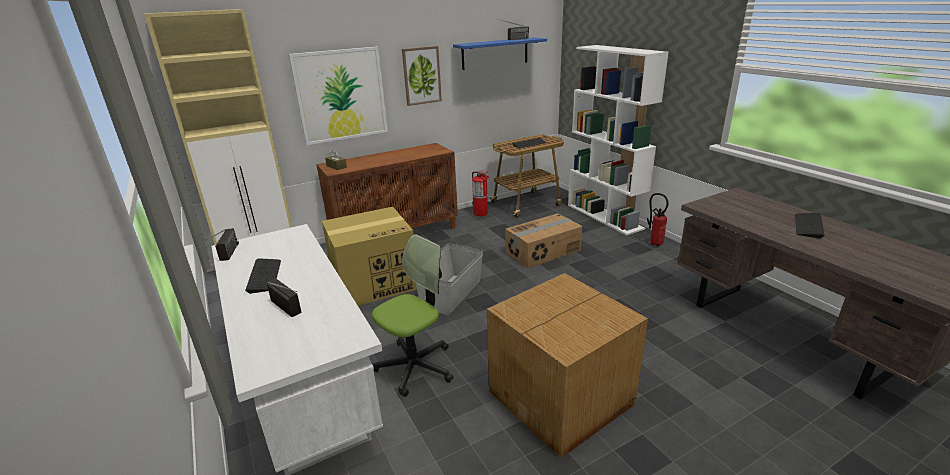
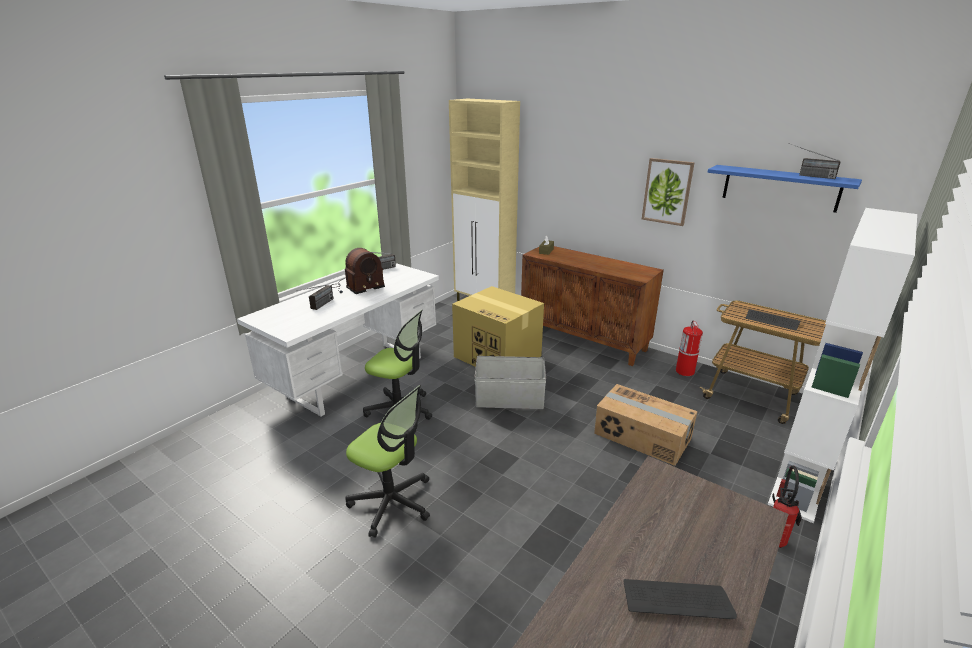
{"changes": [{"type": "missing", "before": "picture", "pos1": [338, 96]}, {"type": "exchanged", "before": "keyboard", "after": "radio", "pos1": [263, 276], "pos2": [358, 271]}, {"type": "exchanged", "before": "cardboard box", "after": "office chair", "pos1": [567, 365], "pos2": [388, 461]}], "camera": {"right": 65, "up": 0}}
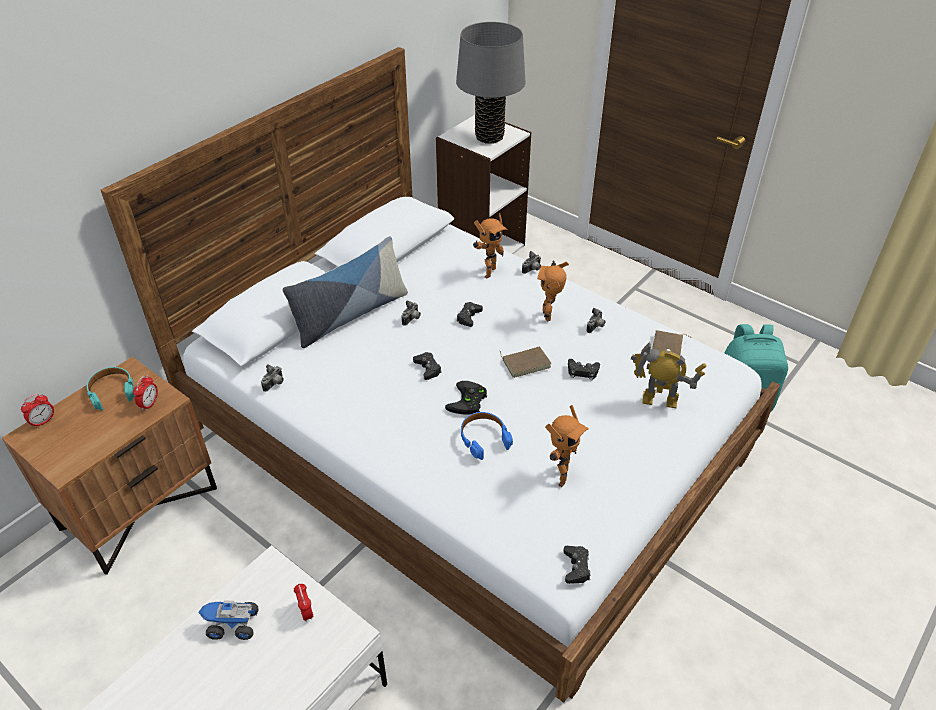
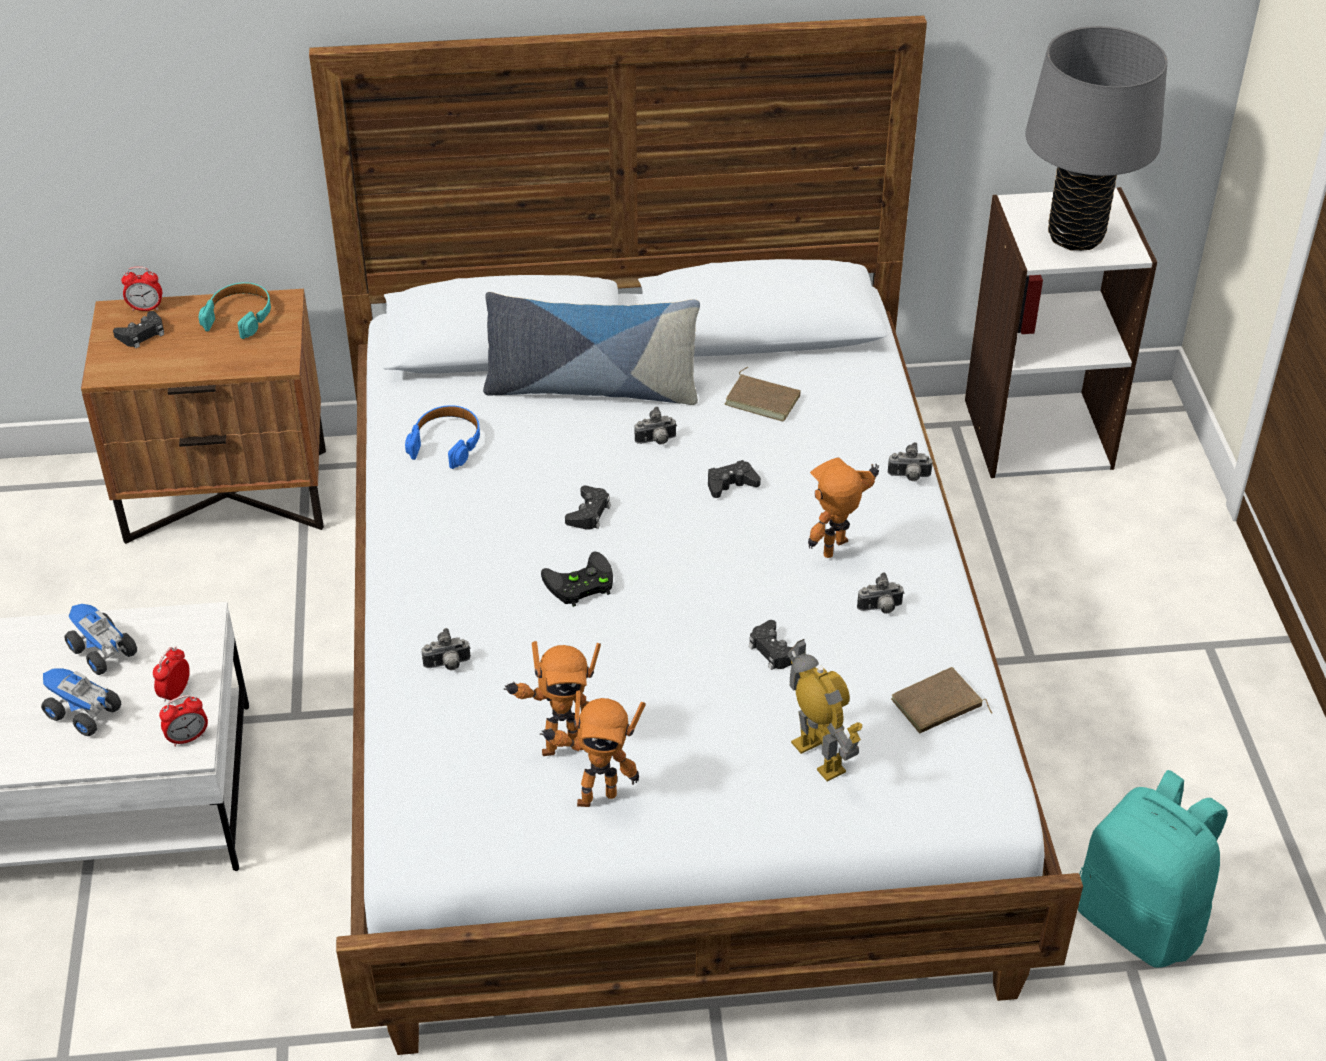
{"changes": [{"type": "relocated", "before": "toy robot", "pos1": [490, 245], "pos2": [593, 748]}, {"type": "relocated", "before": "brown book", "pos1": [525, 362], "pos2": [763, 394]}, {"type": "relocated", "before": "photo camera", "pos1": [272, 378], "pos2": [446, 649]}, {"type": "relocated", "before": "alarm clock", "pos1": [145, 393], "pos2": [183, 721]}, {"type": "relocated", "before": "blue headphones", "pos1": [487, 436], "pos2": [442, 437]}, {"type": "relocated", "before": "black game controller", "pos1": [576, 565], "pos2": [138, 329]}, {"type": "appeared", "after": "toy truck", "pos2": [81, 702]}], "camera": {"right": 45, "up": 0}}
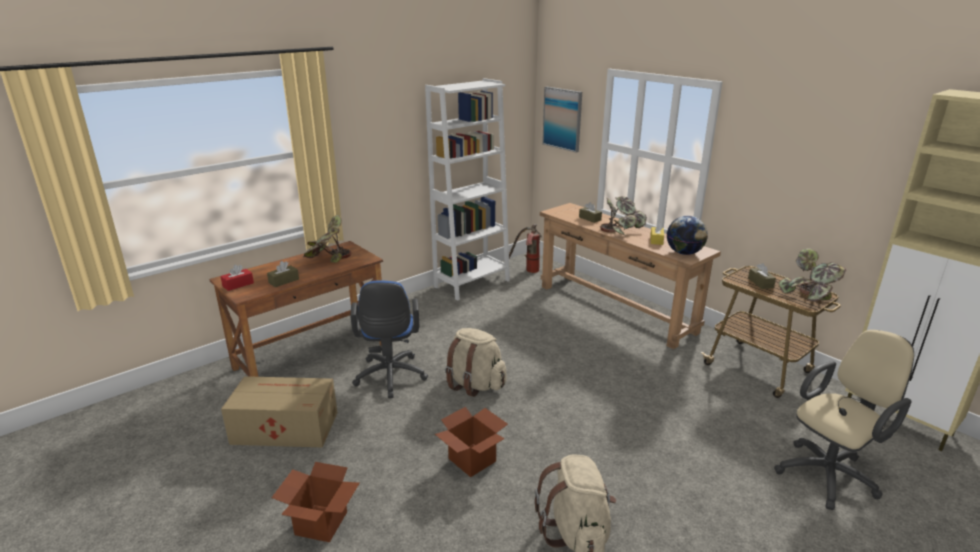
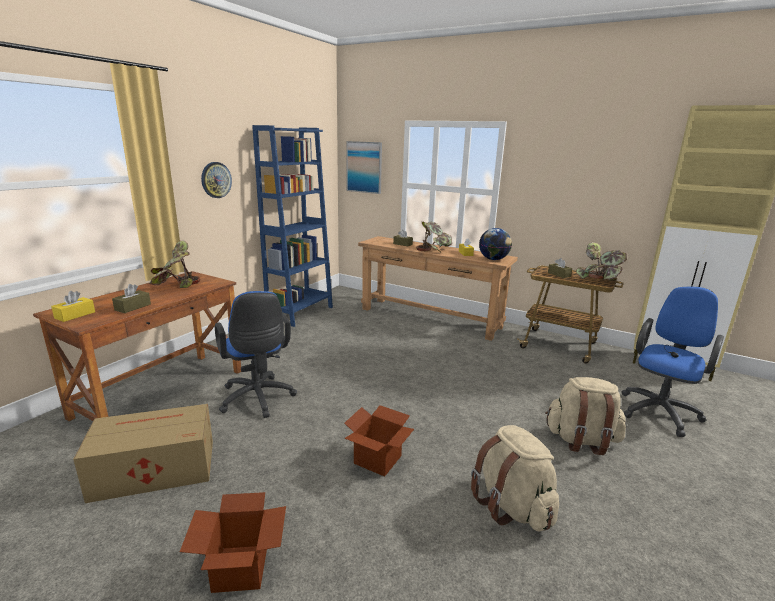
{"changes": [{"type": "colour", "before": "white bookcase", "after": "blue bookcase", "pos1": [467, 189], "pos2": [292, 226]}, {"type": "missing", "before": "fire extinguisher", "pos1": [525, 248]}, {"type": "colour", "before": "red tissue box", "after": "yellow tissue box", "pos1": [237, 277], "pos2": [73, 306]}, {"type": "relocated", "before": "beige backpack", "pos1": [476, 362], "pos2": [585, 416]}, {"type": "colour", "before": "beige office chair", "after": "blue office chair", "pos1": [844, 420], "pos2": [672, 362]}, {"type": "appeared", "after": "wall clock", "pos2": [216, 180]}], "camera": {"right": -20, "up": -5}}
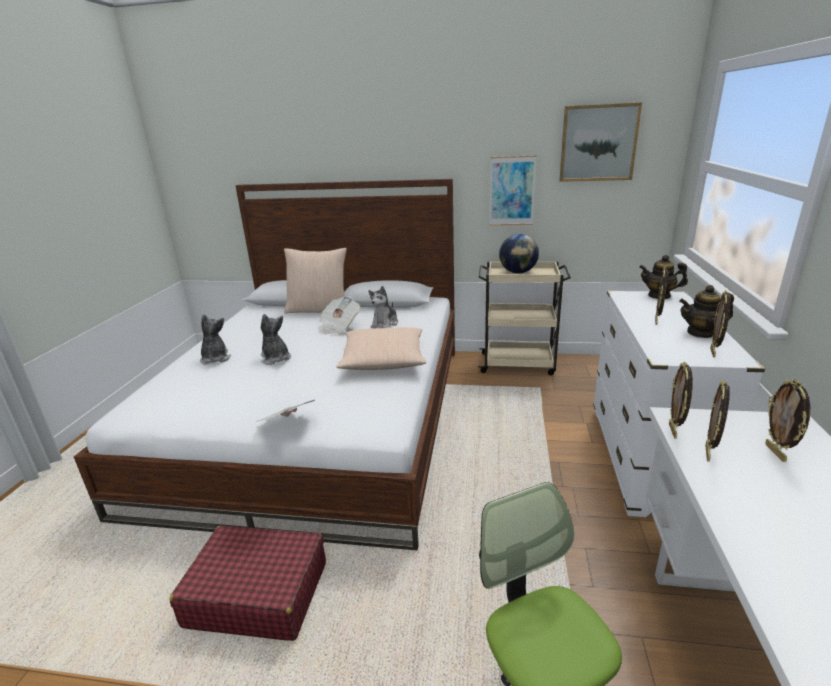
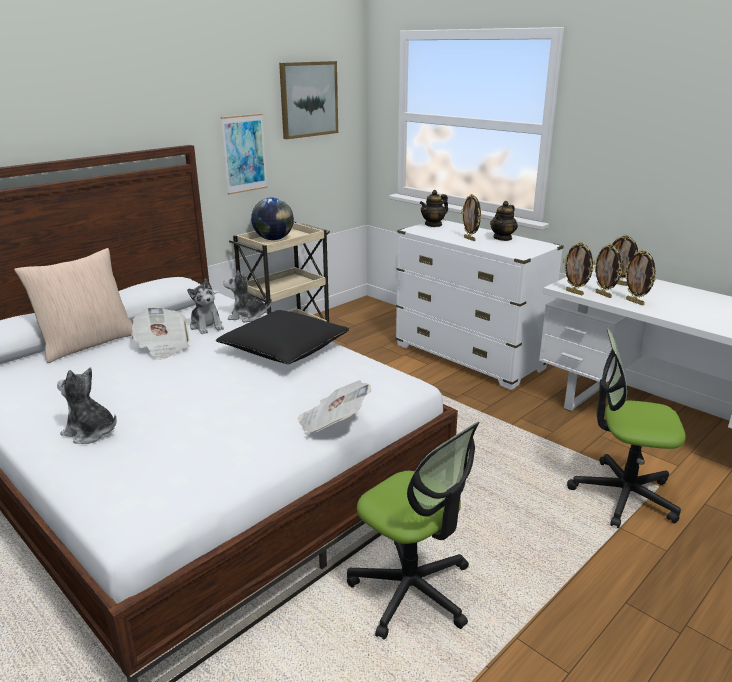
{"changes": [{"type": "relocated", "before": "picture frame", "pos1": [720, 324], "pos2": [640, 277]}, {"type": "relocated", "before": "plush toy", "pos1": [276, 339], "pos2": [247, 296]}, {"type": "colour", "before": "beige pillow", "after": "black pillow", "pos1": [381, 348], "pos2": [283, 337]}, {"type": "exchanged", "before": "red suitcase", "after": "office chair", "pos1": [248, 583], "pos2": [413, 531]}], "camera": {"right": -55, "up": 0}}
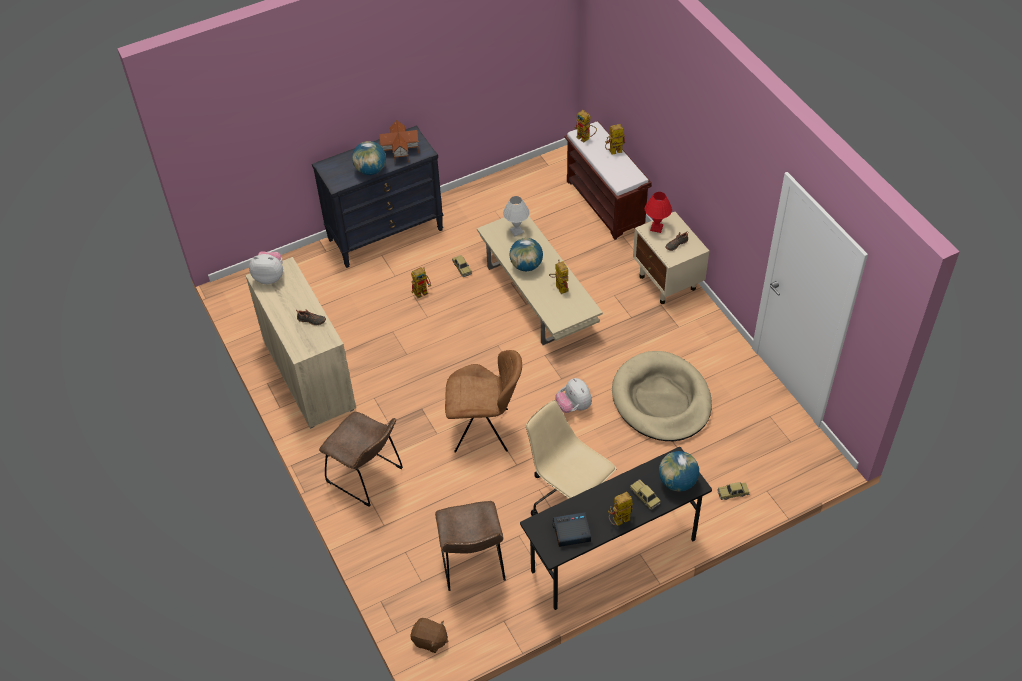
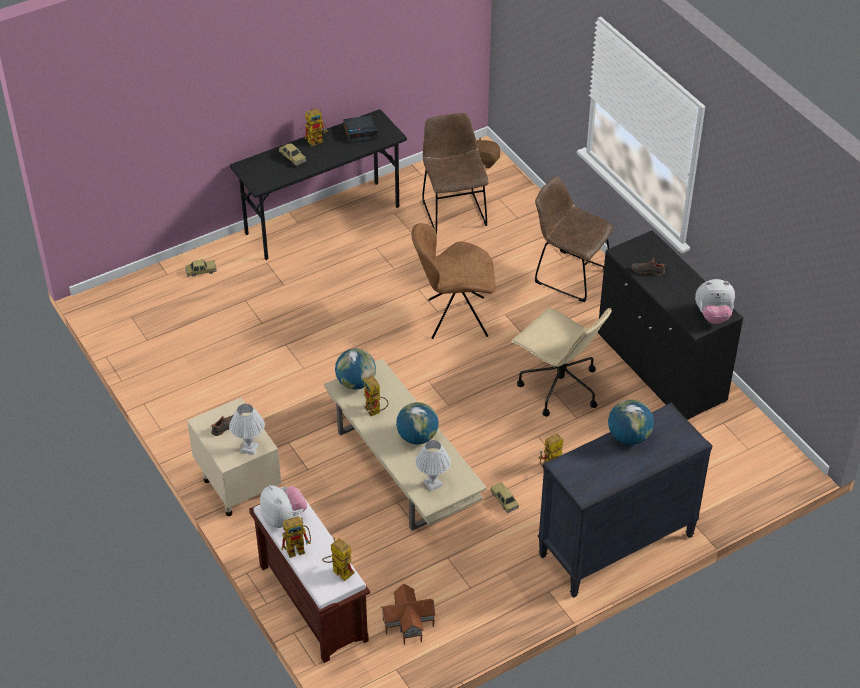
{"changes": [{"type": "relocated", "before": "toy house", "pos1": [399, 142], "pos2": [408, 614]}, {"type": "colour", "before": "red table lamp", "after": "white table lamp", "pos1": [658, 212], "pos2": [247, 429]}, {"type": "colour", "before": "beige cabinet", "after": "black cabinet", "pos1": [300, 342], "pos2": [670, 325]}, {"type": "missing", "before": "beige dog bed", "pos1": [662, 396]}, {"type": "relocated", "before": "plush toy", "pos1": [573, 395], "pos2": [283, 506]}, {"type": "relocated", "before": "beige office chair", "pos1": [571, 458], "pos2": [561, 362]}, {"type": "relocated", "before": "globe", "pos1": [679, 471], "pos2": [355, 369]}], "camera": {"right": 175, "up": -5}}
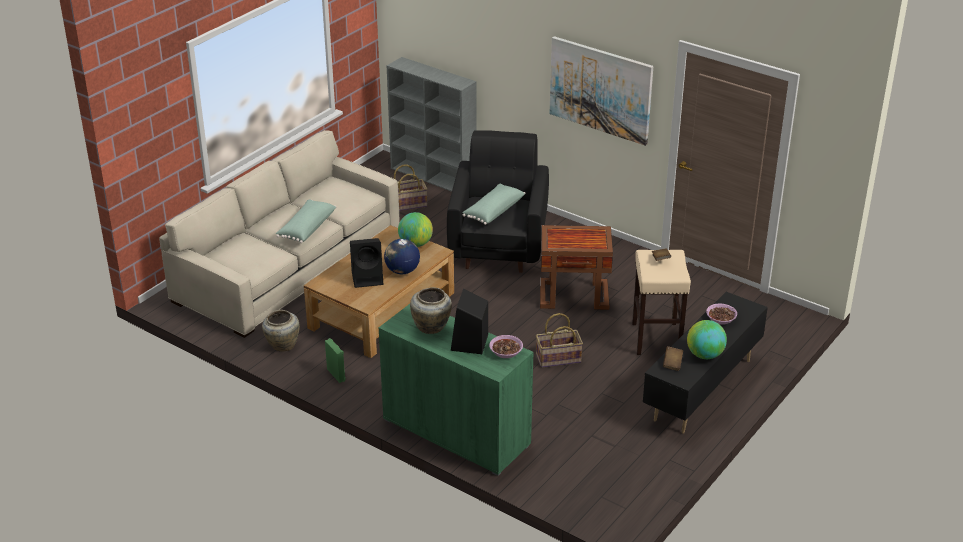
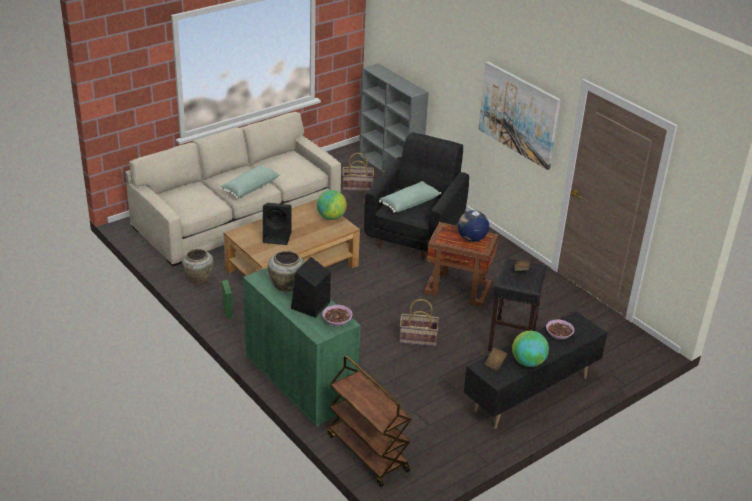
{"changes": [{"type": "relocated", "before": "globe", "pos1": [402, 256], "pos2": [473, 226]}, {"type": "colour", "before": "beige stool", "after": "black stool", "pos1": [661, 302], "pos2": [517, 304]}, {"type": "appeared", "after": "brown cart", "pos2": [369, 421]}], "camera": {"right": 15, "up": 0}}
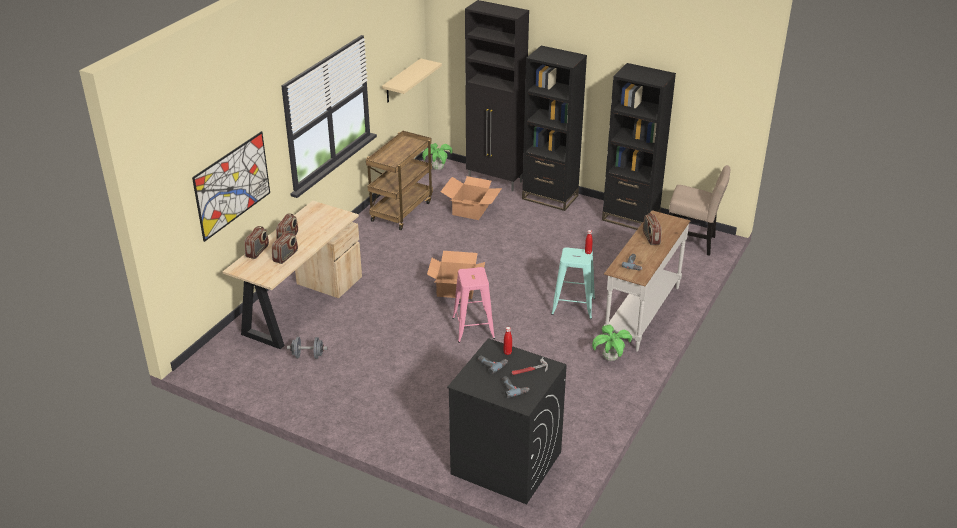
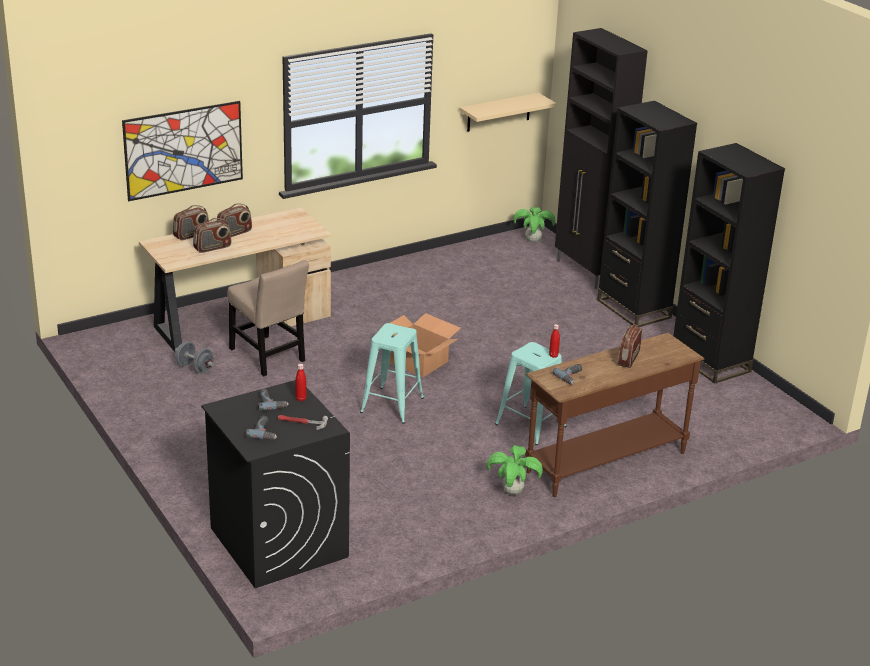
{"changes": [{"type": "missing", "before": "brown cart", "pos1": [399, 180]}, {"type": "relocated", "before": "beige chair", "pos1": [699, 210], "pos2": [268, 318]}, {"type": "missing", "before": "cardboard box", "pos1": [471, 198]}, {"type": "colour", "before": "white console table", "after": "brown console table", "pos1": [647, 281], "pos2": [615, 415]}, {"type": "colour", "before": "pink stool", "after": "turquoise stool", "pos1": [473, 305], "pos2": [392, 373]}], "camera": {"right": 30, "up": -5}}
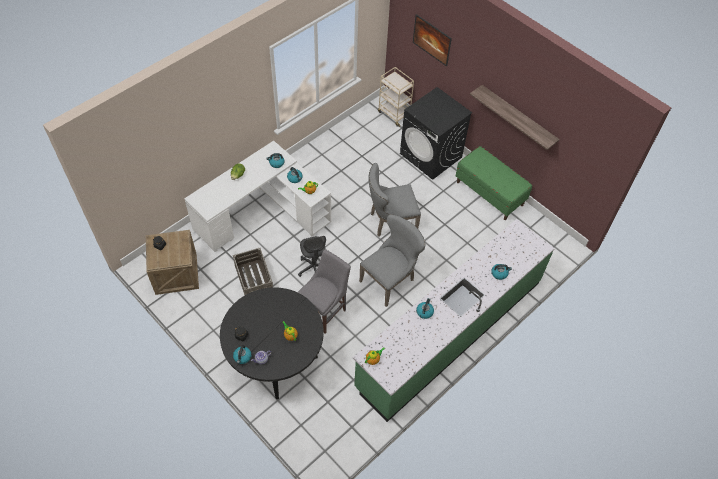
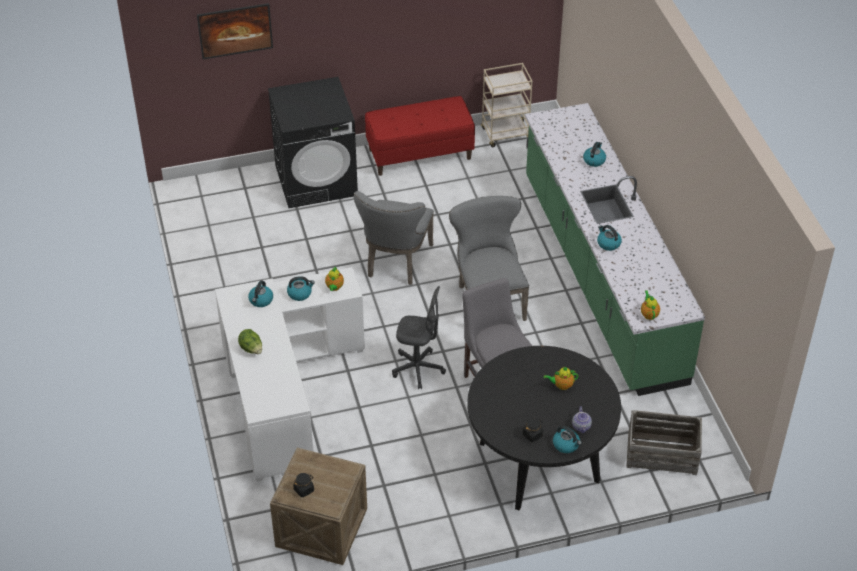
{"changes": [{"type": "relocated", "before": "beige cart", "pos1": [396, 97], "pos2": [506, 105]}, {"type": "missing", "before": "shelf", "pos1": [515, 117]}, {"type": "colour", "before": "green bench", "after": "red bench", "pos1": [494, 183], "pos2": [420, 136]}, {"type": "relocated", "before": "crate", "pos1": [253, 271], "pos2": [664, 442]}], "camera": {"right": -60, "up": -10}}
